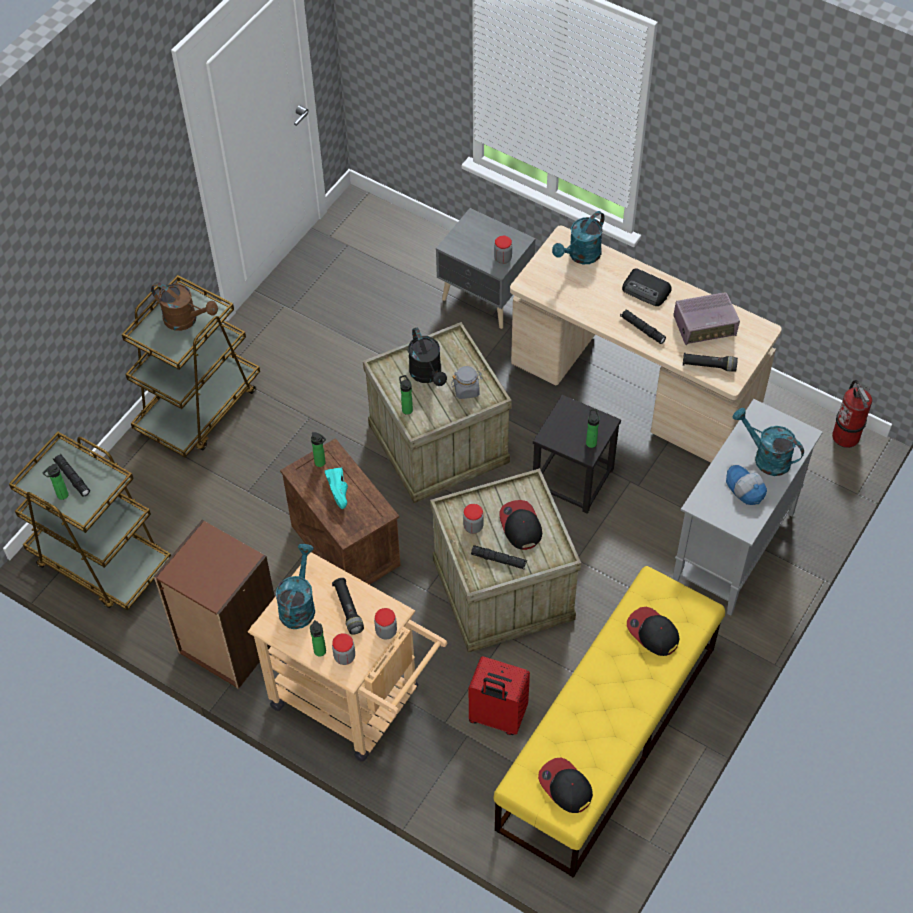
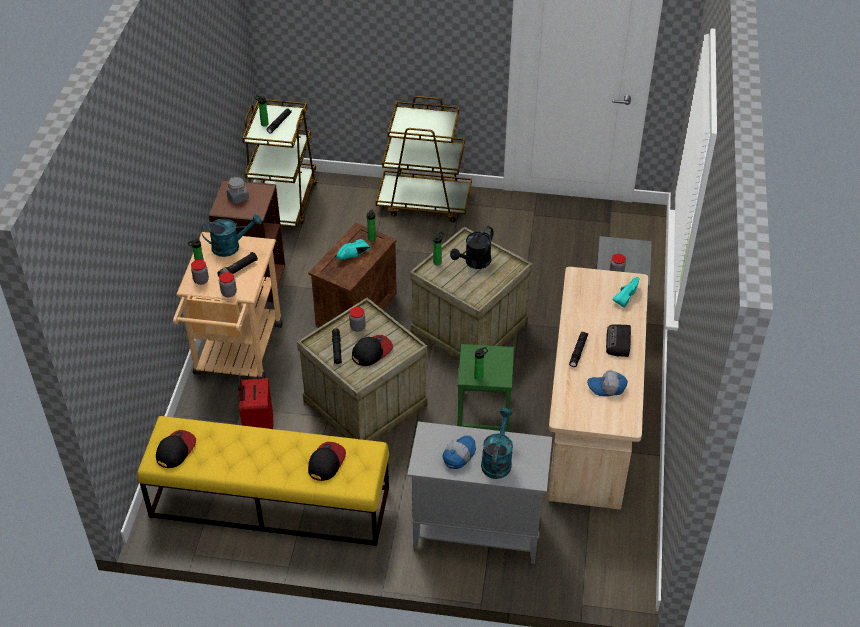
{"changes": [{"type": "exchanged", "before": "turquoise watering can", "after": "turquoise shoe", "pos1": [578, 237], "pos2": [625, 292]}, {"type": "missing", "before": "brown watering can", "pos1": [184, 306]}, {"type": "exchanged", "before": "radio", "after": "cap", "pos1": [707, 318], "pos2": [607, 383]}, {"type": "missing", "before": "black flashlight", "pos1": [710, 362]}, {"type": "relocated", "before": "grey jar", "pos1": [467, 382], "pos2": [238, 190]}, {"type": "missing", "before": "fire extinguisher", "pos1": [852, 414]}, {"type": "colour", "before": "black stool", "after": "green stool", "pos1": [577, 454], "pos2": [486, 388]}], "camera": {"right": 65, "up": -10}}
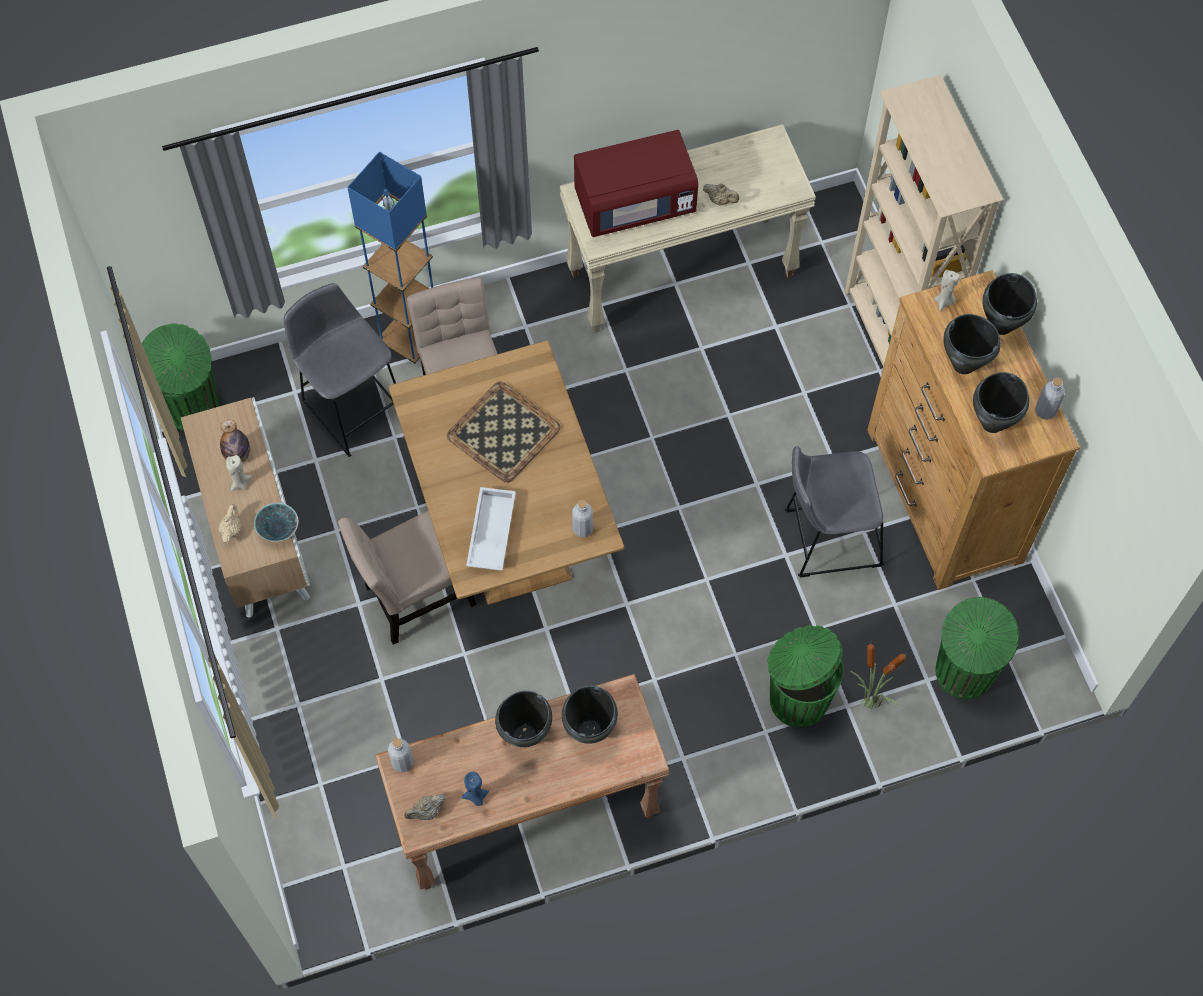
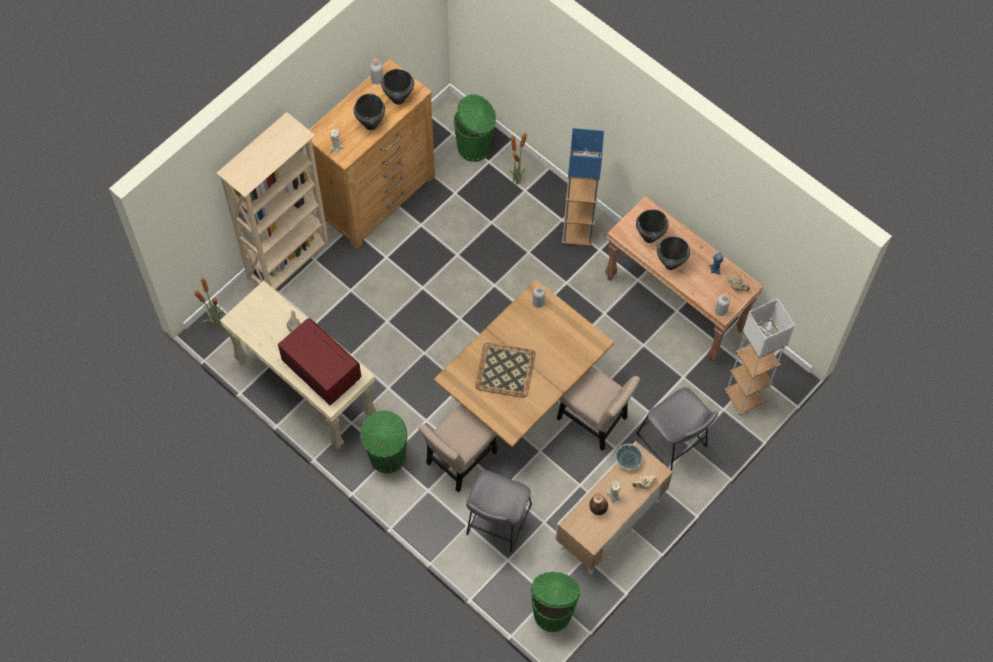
{"changes": [{"type": "relocated", "before": "blue floor lamp", "pos1": [390, 258], "pos2": [583, 187]}, {"type": "missing", "before": "black cooking pot", "pos1": [1009, 304]}, {"type": "relocated", "before": "grey stool", "pos1": [834, 512], "pos2": [677, 429]}, {"type": "missing", "before": "white tray", "pos1": [491, 529]}, {"type": "relocated", "before": "green trash can", "pos1": [805, 676], "pos2": [383, 442]}, {"type": "appeared", "after": "potted plant", "pos2": [209, 303]}, {"type": "appeared", "after": "white floor lamp", "pos2": [759, 357]}], "camera": {"right": -120, "up": 0}}
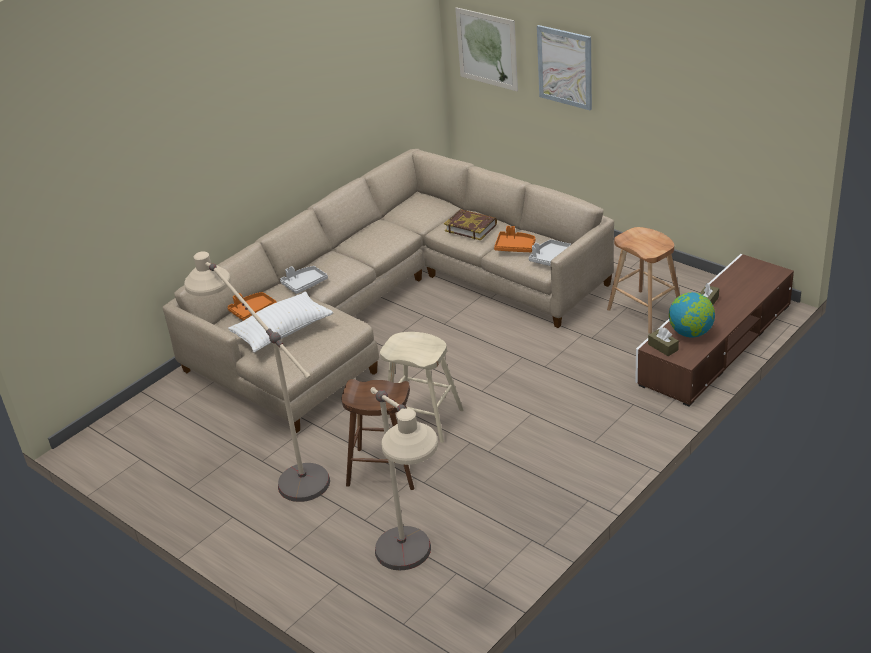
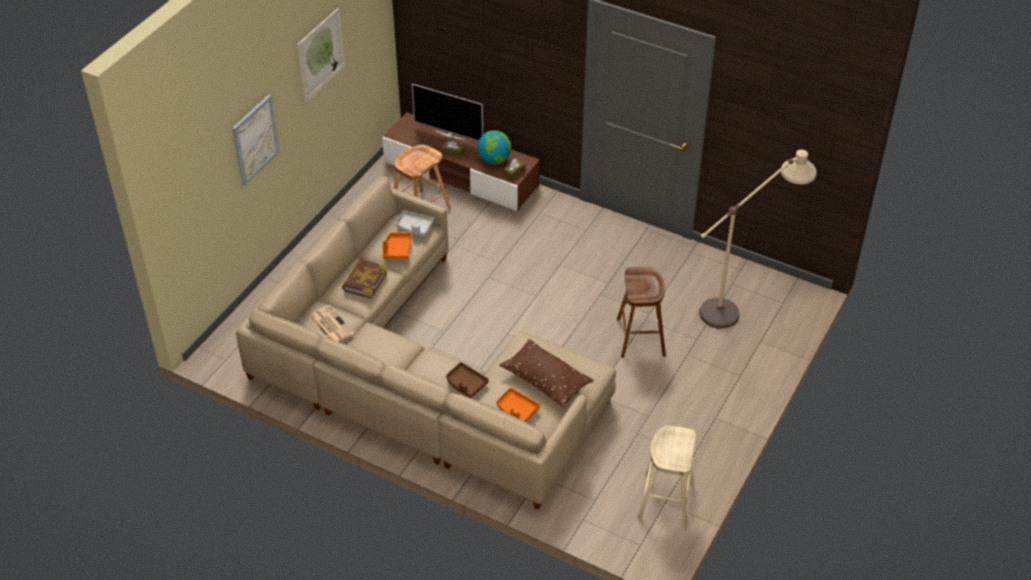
{"changes": [{"type": "relocated", "before": "picture", "pos1": [486, 49], "pos2": [321, 56]}, {"type": "missing", "before": "beige floor lamp", "pos1": [257, 376]}, {"type": "colour", "before": "grey tray", "after": "brown tray", "pos1": [304, 280], "pos2": [467, 380]}, {"type": "colour", "before": "white pillow", "after": "brown pillow", "pos1": [280, 322], "pos2": [547, 373]}, {"type": "relocated", "before": "beige stool", "pos1": [421, 387], "pos2": [666, 476]}, {"type": "appeared", "after": "television", "pos2": [447, 112]}, {"type": "appeared", "after": "newspaper", "pos2": [331, 323]}], "camera": {"right": -105, "up": 10}}
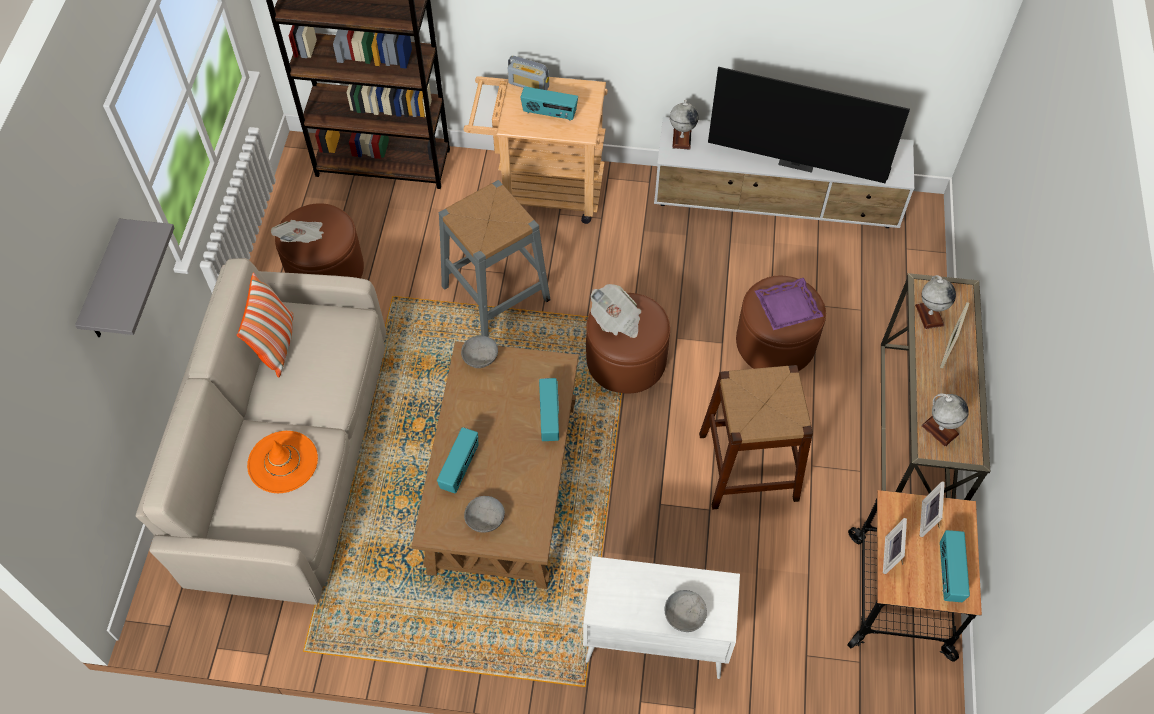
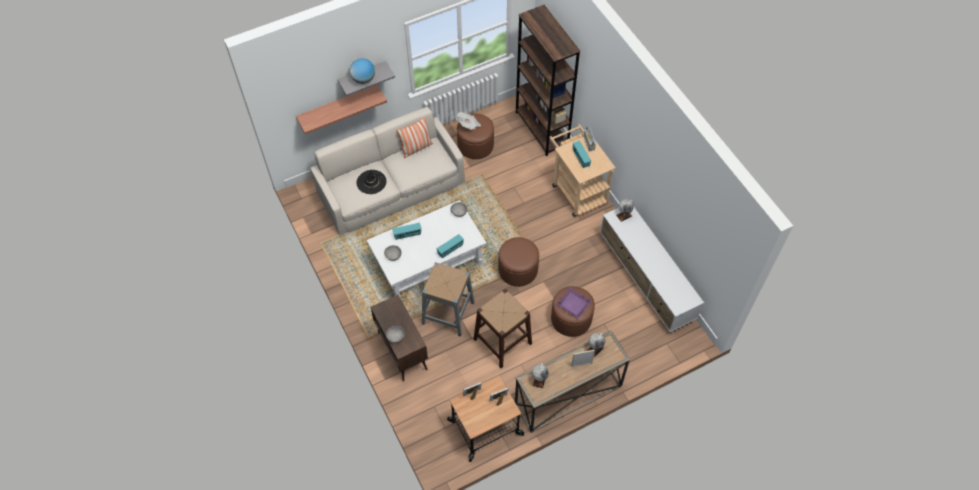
{"changes": [{"type": "missing", "before": "television", "pos1": [809, 125]}, {"type": "relocated", "before": "grey stool", "pos1": [495, 258], "pos2": [448, 299]}, {"type": "missing", "before": "newspaper", "pos1": [616, 311]}, {"type": "colour", "before": "brown coffee table", "after": "white coffee table", "pos1": [495, 465], "pos2": [426, 249]}, {"type": "colour", "before": "orange hat", "after": "black hat", "pos1": [282, 462], "pos2": [371, 182]}, {"type": "missing", "before": "radio", "pos1": [955, 566]}, {"type": "colour", "before": "white cabinet", "after": "brown cabinet", "pos1": [661, 617], "pos2": [399, 338]}, {"type": "appeared", "after": "globe", "pos2": [362, 71]}, {"type": "appeared", "after": "shelf", "pos2": [341, 109]}], "camera": {"right": 55, "up": 0}}
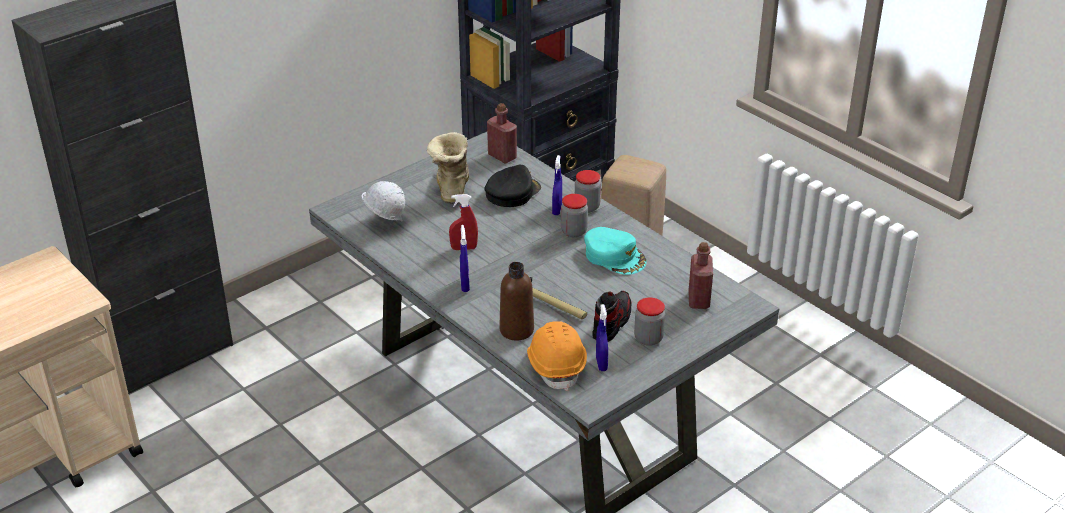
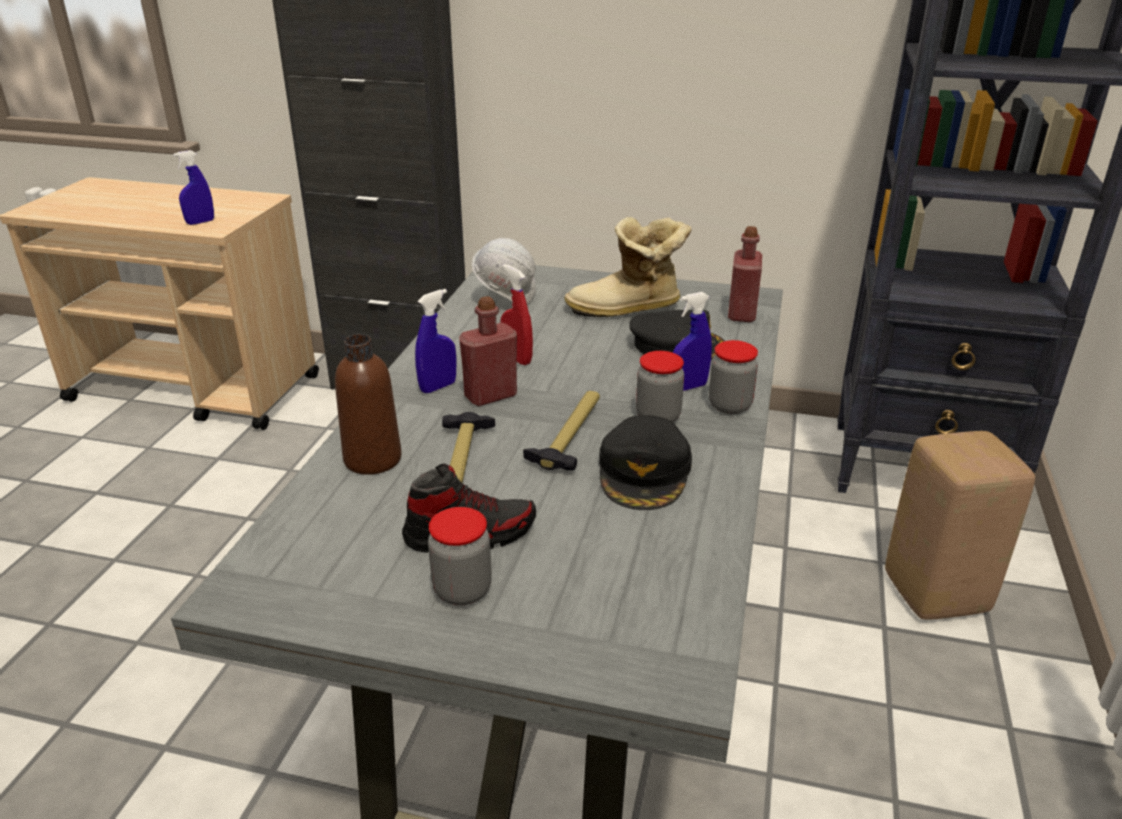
{"changes": [{"type": "spun", "before": "boot", "pos1": [448, 168], "pos2": [627, 267], "turn": -150}, {"type": "colour", "before": "turquoise cap", "after": "black cap", "pos1": [615, 251], "pos2": [645, 462]}, {"type": "relocated", "before": "red bottle", "pos1": [701, 275], "pos2": [488, 351]}, {"type": "relocated", "before": "blue spray bottle", "pos1": [602, 337], "pos2": [193, 187]}, {"type": "missing", "before": "orange hard hat", "pos1": [557, 356]}, {"type": "appeared", "after": "hammer", "pos2": [561, 430]}], "camera": {"right": 55, "up": -5}}
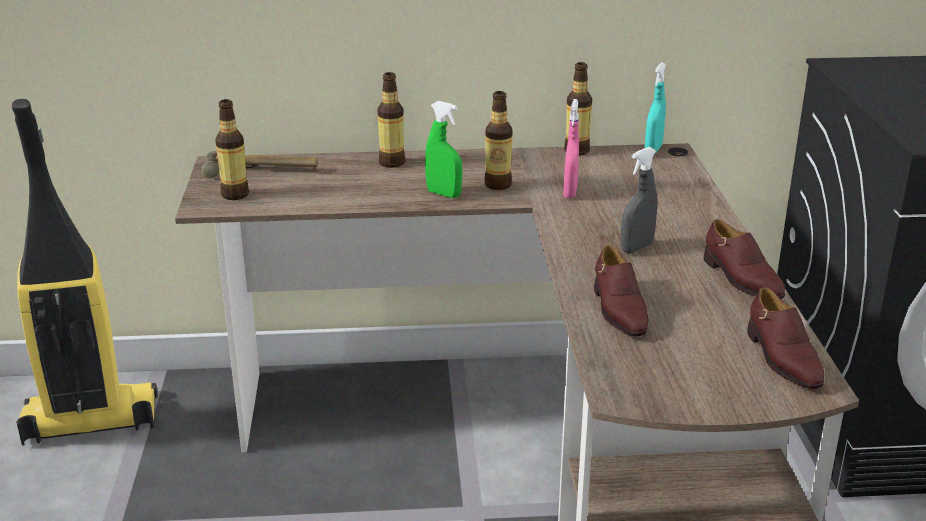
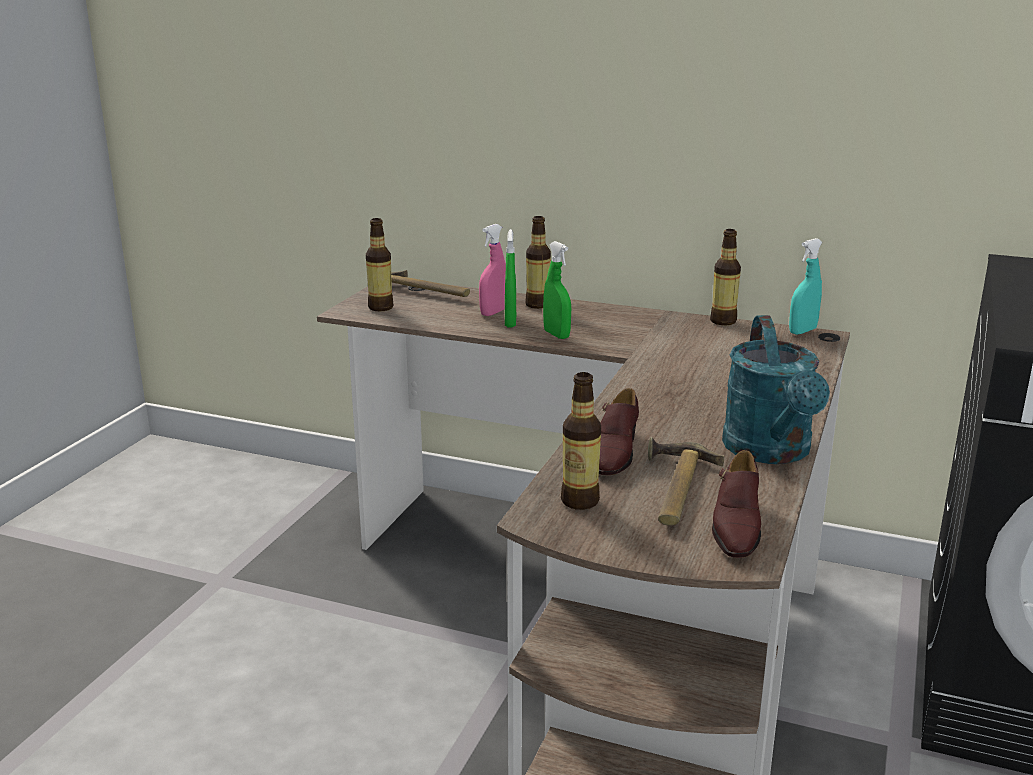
{"changes": [{"type": "relocated", "before": "bottle", "pos1": [498, 140], "pos2": [581, 441]}, {"type": "missing", "before": "vacuum cleaner", "pos1": [85, 272]}, {"type": "relocated", "before": "pink spray bottle", "pos1": [571, 148], "pos2": [492, 270]}, {"type": "missing", "before": "grey spray bottle", "pos1": [639, 200]}, {"type": "exchanged", "before": "brown shoe", "after": "turquoise watering can", "pos1": [744, 259], "pos2": [776, 389]}, {"type": "appeared", "after": "green spray bottle", "pos2": [510, 278]}, {"type": "appeared", "after": "hammer", "pos2": [686, 481]}], "camera": {"right": 25, "up": -5}}
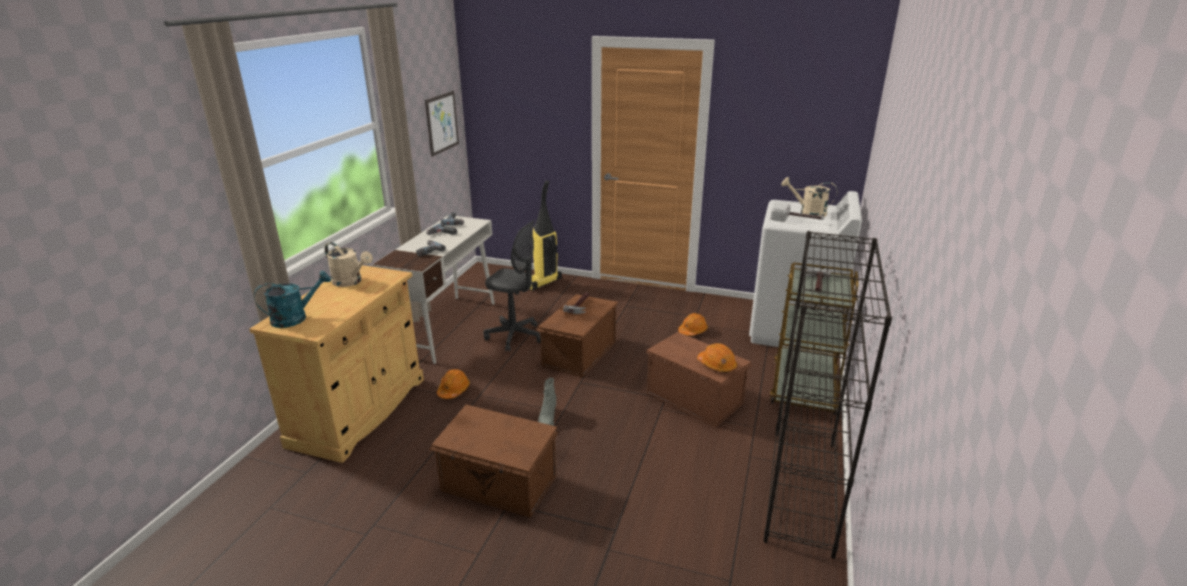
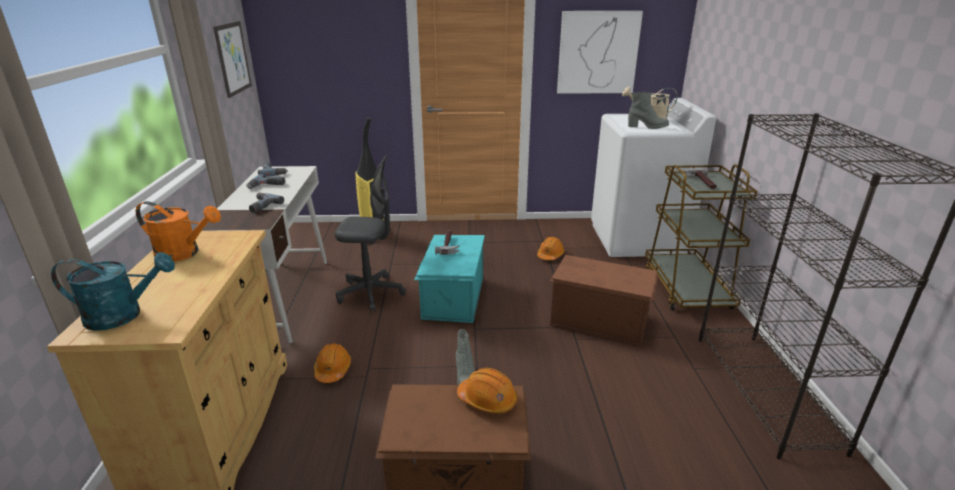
{"changes": [{"type": "exchanged", "before": "hammer", "after": "grey boot", "pos1": [797, 212], "pos2": [648, 110]}, {"type": "colour", "before": "beige watering can", "after": "orange watering can", "pos1": [349, 264], "pos2": [178, 231]}, {"type": "spun", "before": "turquoise watering can", "pos1": [292, 299], "pos2": [113, 291], "turn": 45}, {"type": "colour", "before": "brown storage box", "after": "turquoise storage box", "pos1": [577, 336], "pos2": [449, 279]}, {"type": "relocated", "before": "orange hard hat", "pos1": [717, 358], "pos2": [487, 390]}, {"type": "appeared", "after": "picture", "pos2": [600, 52]}], "camera": {"right": -20, "up": 0}}
